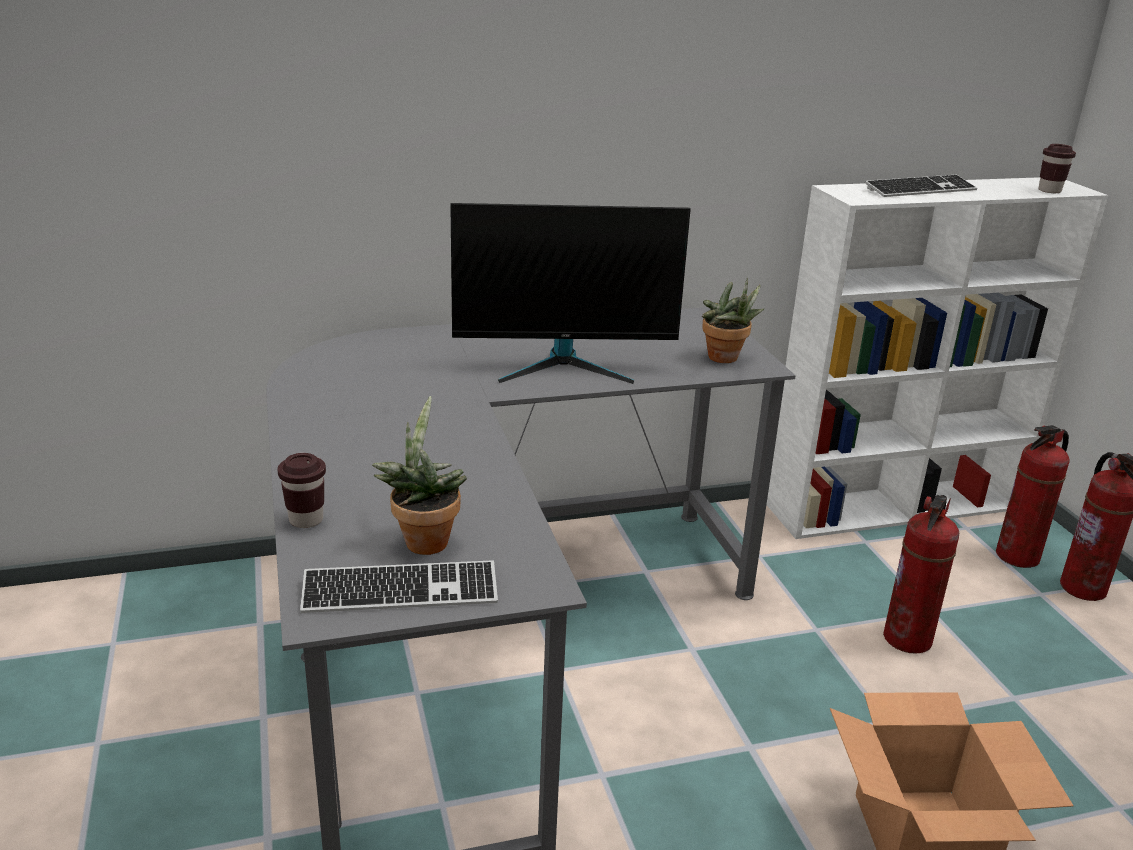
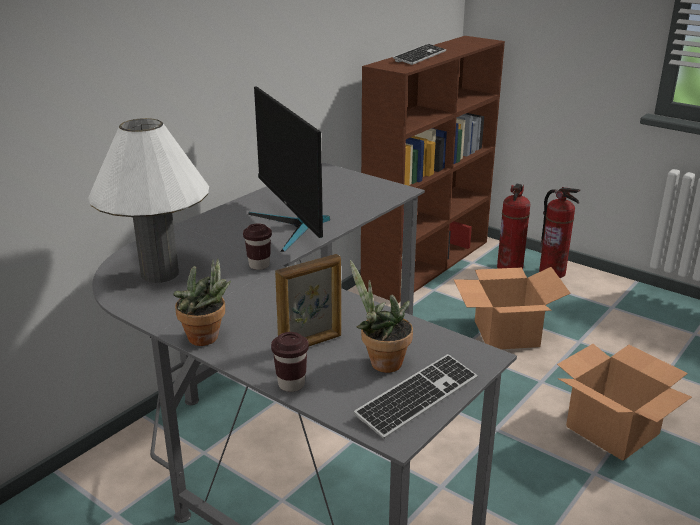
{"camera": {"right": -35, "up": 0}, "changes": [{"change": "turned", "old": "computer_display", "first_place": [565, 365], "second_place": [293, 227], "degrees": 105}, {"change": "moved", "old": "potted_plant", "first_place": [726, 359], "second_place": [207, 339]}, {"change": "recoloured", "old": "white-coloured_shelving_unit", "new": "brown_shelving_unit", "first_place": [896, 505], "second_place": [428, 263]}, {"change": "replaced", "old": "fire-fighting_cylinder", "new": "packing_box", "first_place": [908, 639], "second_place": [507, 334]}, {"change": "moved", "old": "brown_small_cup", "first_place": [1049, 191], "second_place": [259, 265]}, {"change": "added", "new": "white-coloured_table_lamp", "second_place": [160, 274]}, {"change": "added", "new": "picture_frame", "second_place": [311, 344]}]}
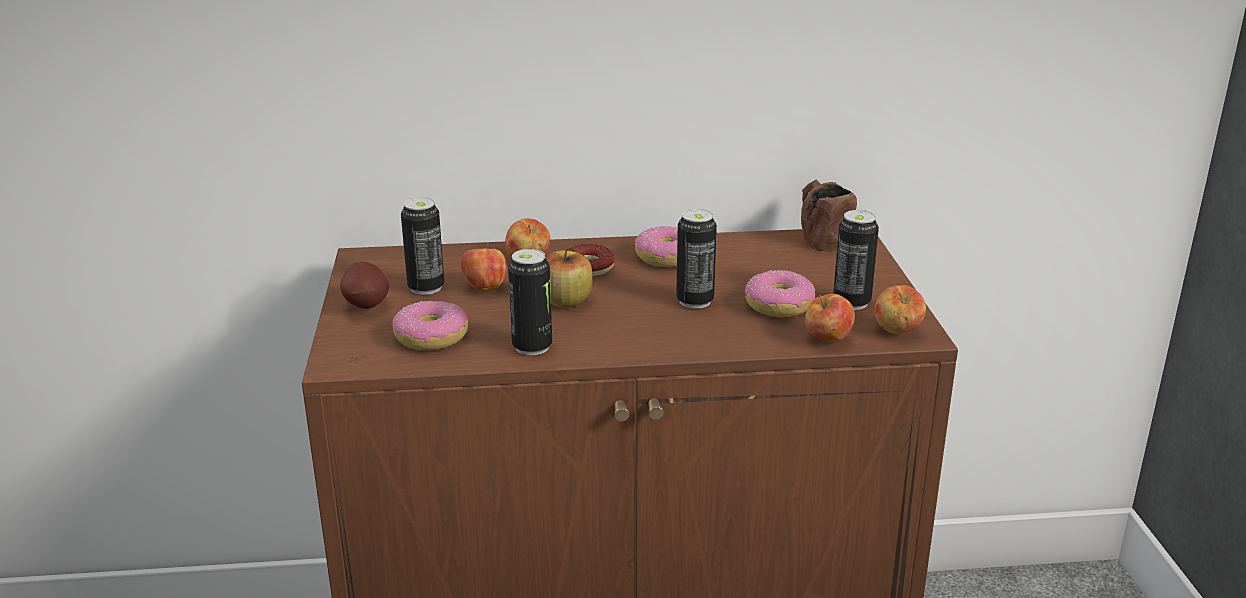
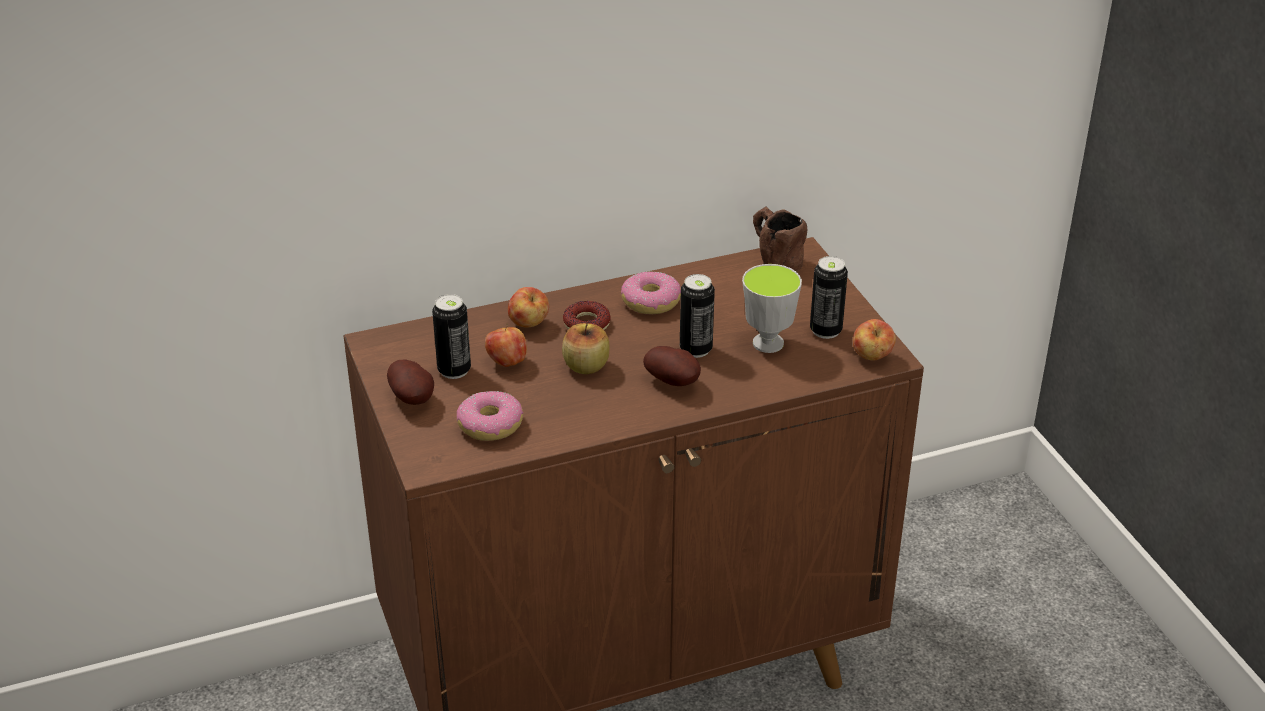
{"camera": {"right": -15, "up": 10}, "changes": [{"change": "removed", "old": "can", "first_place": [532, 347]}, {"change": "replaced", "old": "doughnut", "new": "small_cup", "first_place": [779, 306], "second_place": [768, 343]}, {"change": "removed", "old": "apple_fruit", "first_place": [828, 340]}, {"change": "added", "new": "spud", "second_place": [674, 382]}]}
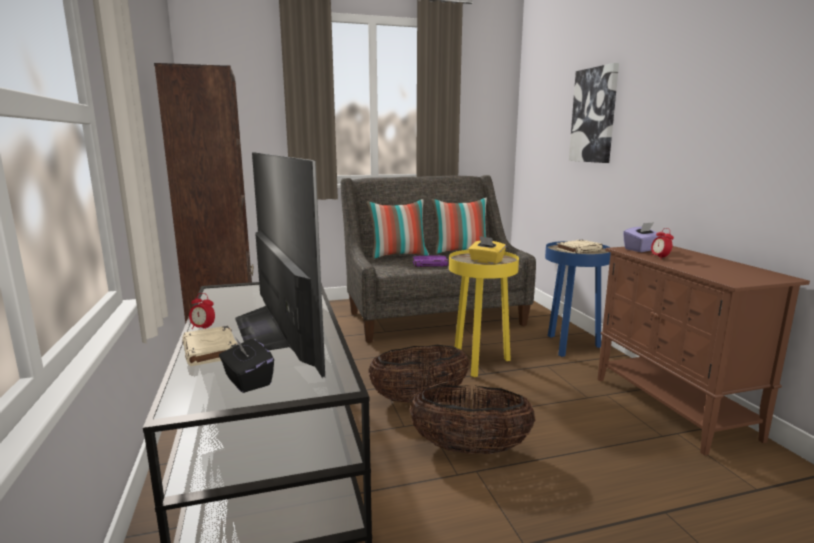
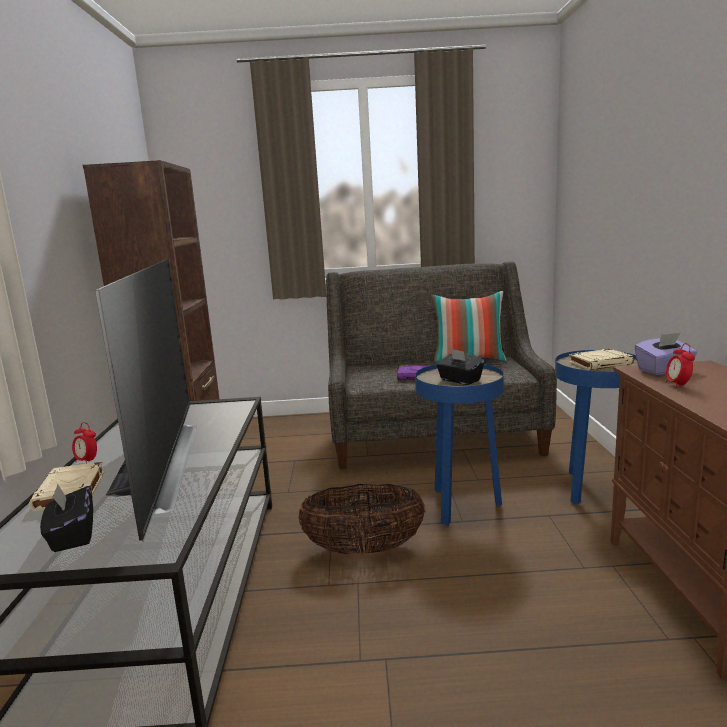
{"camera": {"right": 15, "up": 0}, "changes": [{"change": "removed", "old": "throw_pillow", "first_place": [398, 256]}, {"change": "removed", "old": "household_basket", "first_place": [470, 449]}, {"change": "recoloured", "old": "yellow-coloured_accent_table", "new": "bluish_accent_table", "first_place": [479, 363], "second_place": [461, 506]}, {"change": "recoloured", "old": "yellow-coloured_tissue_holder", "new": "blackish_tissue_holder", "first_place": [486, 261], "second_place": [459, 380]}, {"change": "removed", "old": "picture", "first_place": [594, 115]}]}
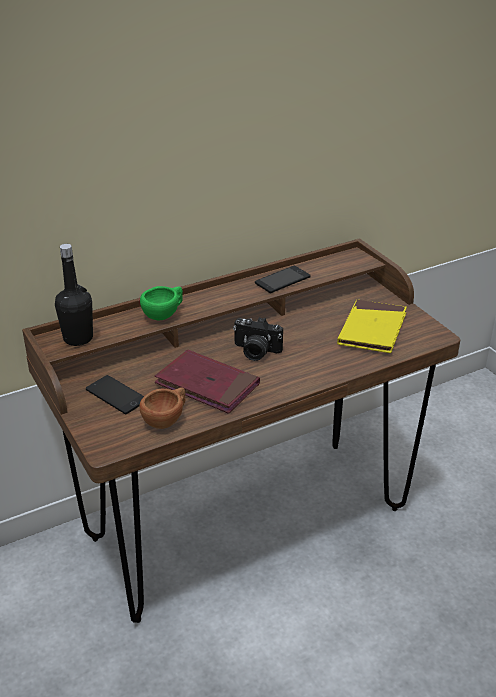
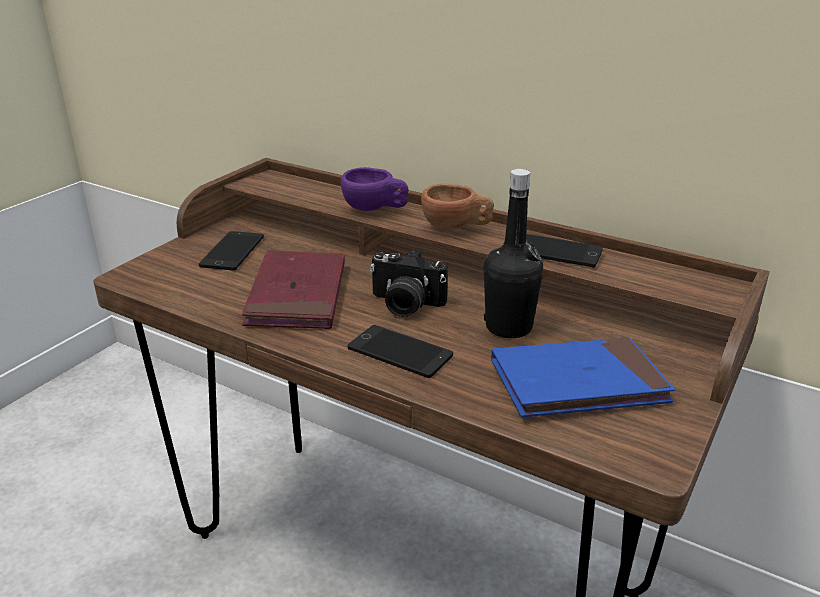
{"camera": {"right": 60, "up": -5}, "changes": [{"change": "moved", "old": "blackish_bottle", "first_place": [78, 338], "second_place": [508, 327]}, {"change": "moved", "old": "brown_small_cup", "first_place": [167, 419], "second_place": [456, 227]}, {"change": "recoloured", "old": "green-coloured_small_cup", "new": "purple_small_cup", "first_place": [164, 314], "second_place": [375, 209]}, {"change": "turned", "old": "photo_camera", "first_place": [255, 351], "second_place": [405, 305], "degrees": -60}, {"change": "recoloured", "old": "yellow-coloured_bound_book", "new": "bluish_bound_book", "first_place": [372, 330], "second_place": [577, 383]}, {"change": "added", "new": "phone", "second_place": [400, 352]}]}
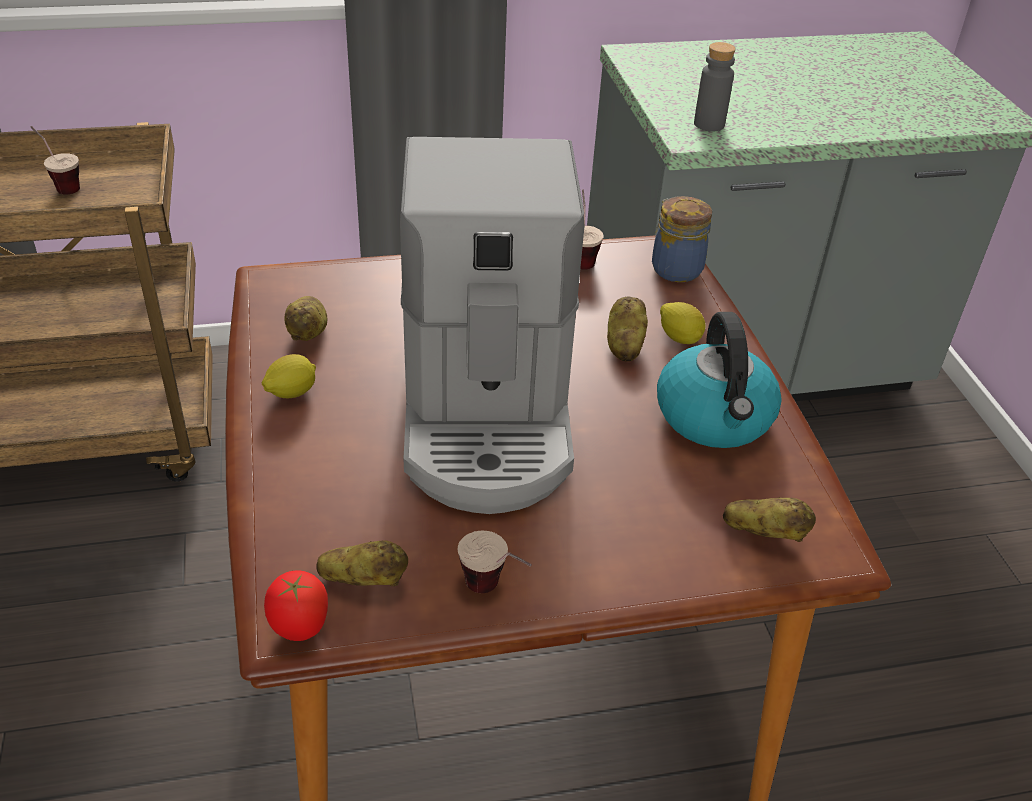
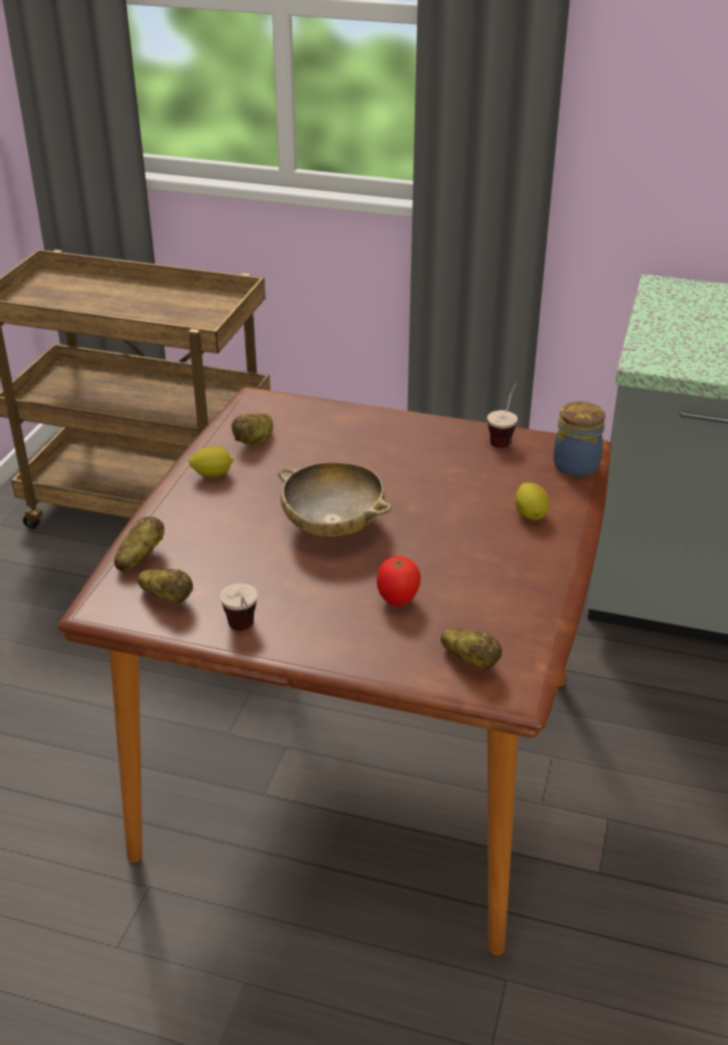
{"camera": {"right": 30, "up": -5}, "changes": [{"change": "removed", "old": "small_cup", "first_place": [61, 185]}, {"change": "moved", "old": "tomato", "first_place": [299, 629], "second_place": [397, 601]}, {"change": "replaced", "old": "coffee_machine", "new": "beige_bowl", "first_place": [487, 415], "second_place": [333, 525]}, {"change": "moved", "old": "spud", "first_place": [624, 344], "second_place": [140, 558]}, {"change": "removed", "old": "kettle", "first_place": [715, 418]}, {"change": "removed", "old": "greyish_bottle", "first_place": [709, 124]}]}
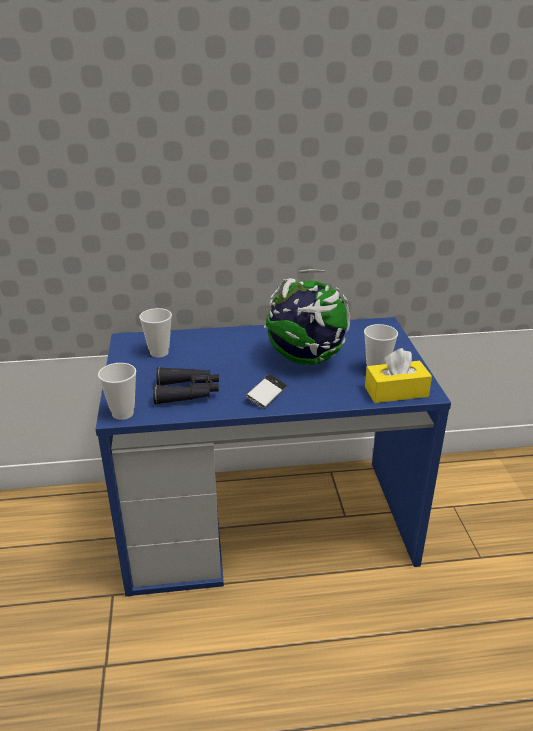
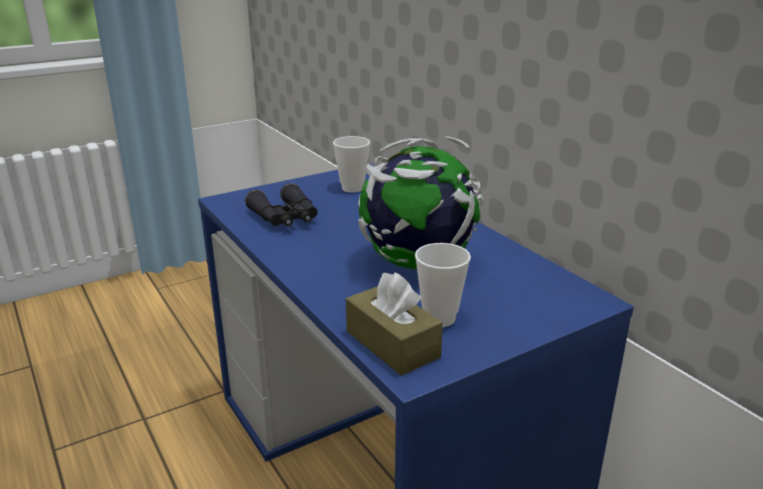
{"camera": {"right": 65, "up": -5}, "changes": [{"change": "removed", "old": "small_cup", "first_place": [123, 413]}, {"change": "removed", "old": "phone", "first_place": [266, 395]}, {"change": "recoloured", "old": "yellow-coloured_tissue_holder", "new": "brown_tissue_holder", "first_place": [396, 392], "second_place": [392, 344]}]}
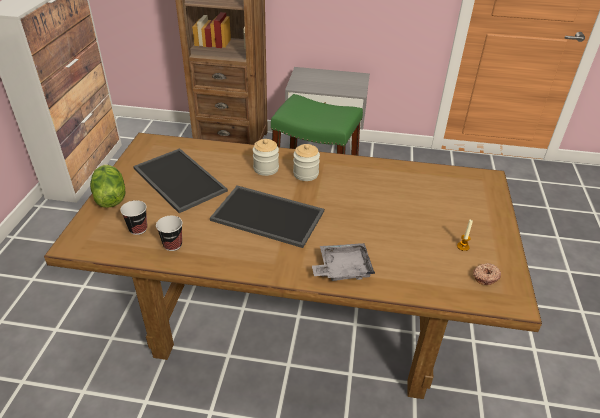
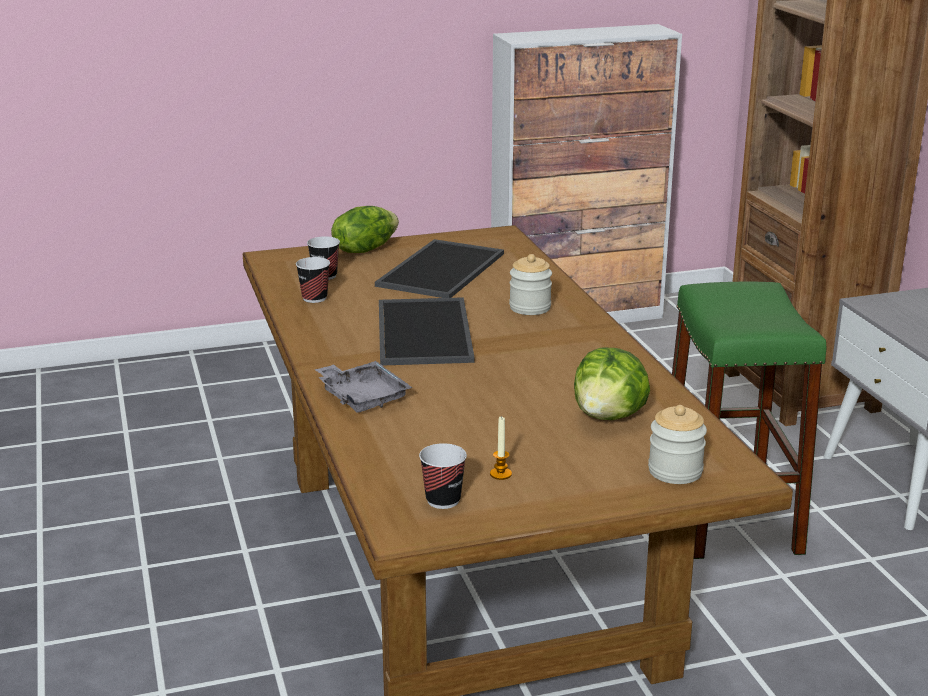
{"camera": {"right": 65, "up": -15}, "changes": [{"change": "moved", "old": "storage_jar", "first_place": [305, 174], "second_place": [675, 471]}, {"change": "replaced", "old": "doughnut", "new": "small_cup", "first_place": [485, 276], "second_place": [443, 500]}, {"change": "added", "new": "lettuce_head", "second_place": [609, 416]}]}
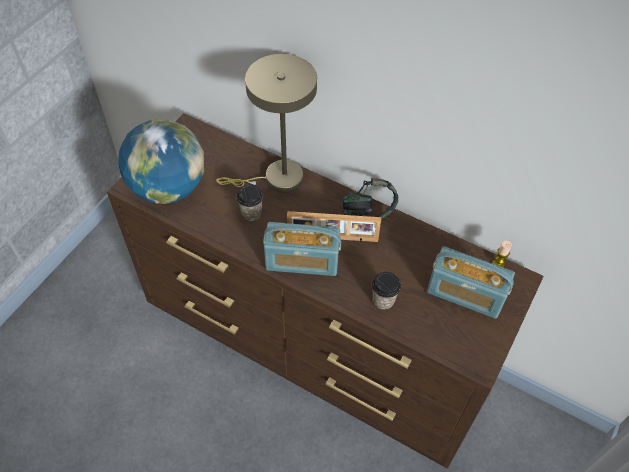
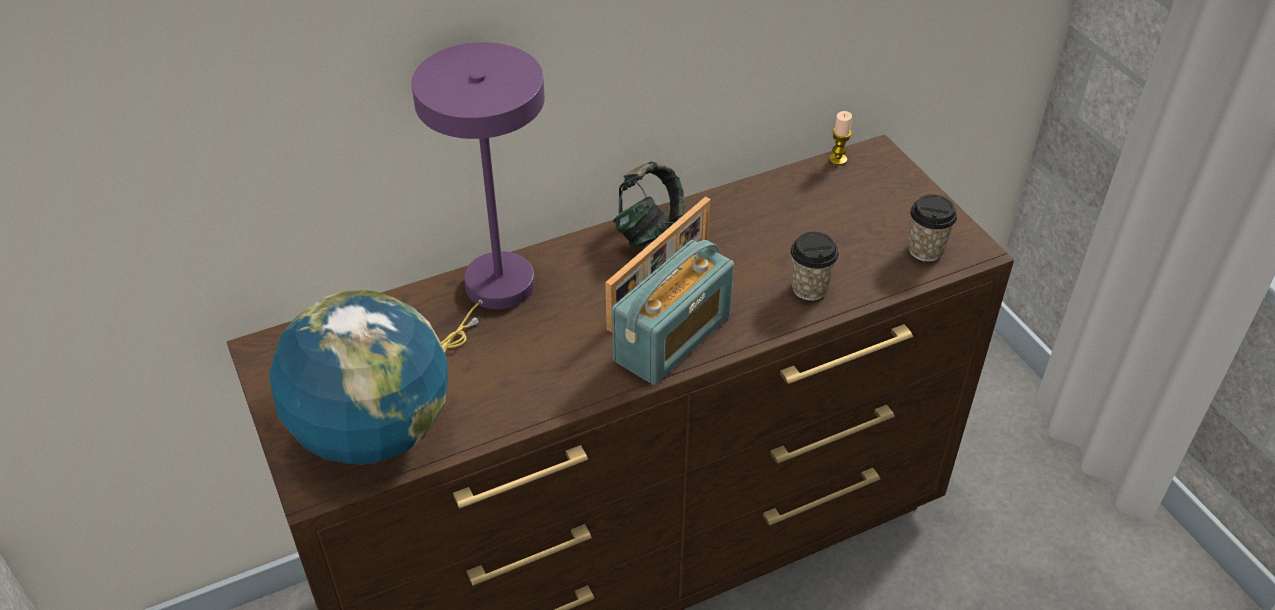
{"camera": {"right": -55, "up": -10}, "changes": [{"change": "recoloured", "old": "beige_table_lamp", "new": "purple_table_lamp", "first_place": [277, 179], "second_place": [493, 294]}, {"change": "moved", "old": "small_cup", "first_place": [251, 213], "second_place": [925, 250]}, {"change": "removed", "old": "radio", "first_place": [465, 294]}]}
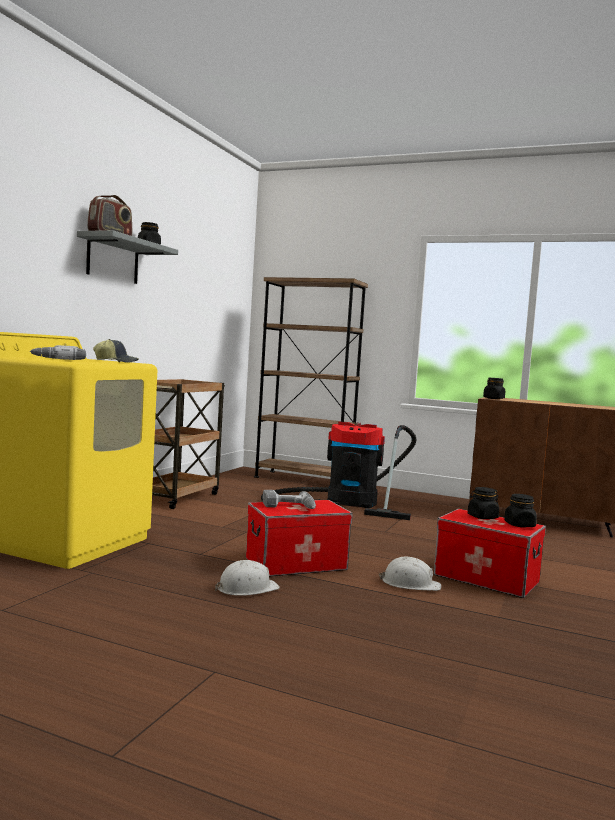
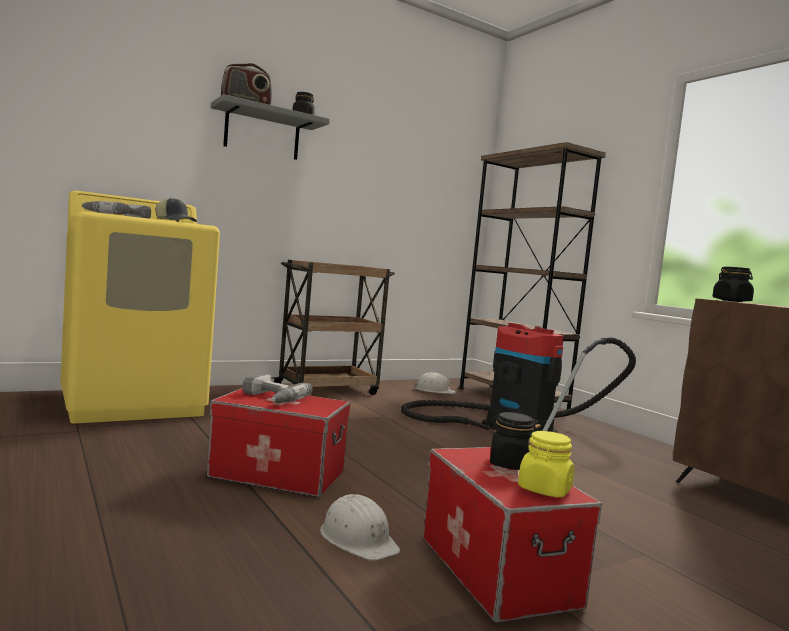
{"camera": {"right": 35, "up": 0}, "changes": [{"change": "moved", "old": "white-coloured_hard_hat", "first_place": [246, 588], "second_place": [434, 391]}, {"change": "recoloured", "old": "blackish_storage_jar", "new": "yellow-coloured_storage_jar", "first_place": [519, 525], "second_place": [544, 489]}]}
